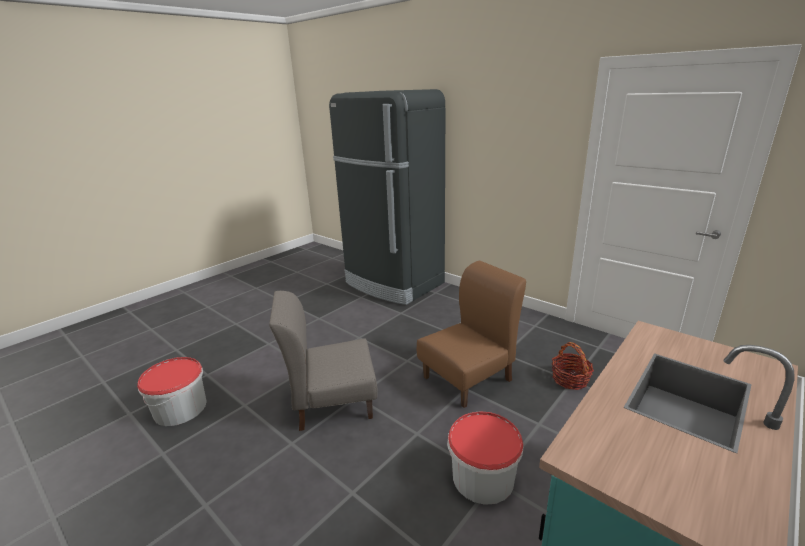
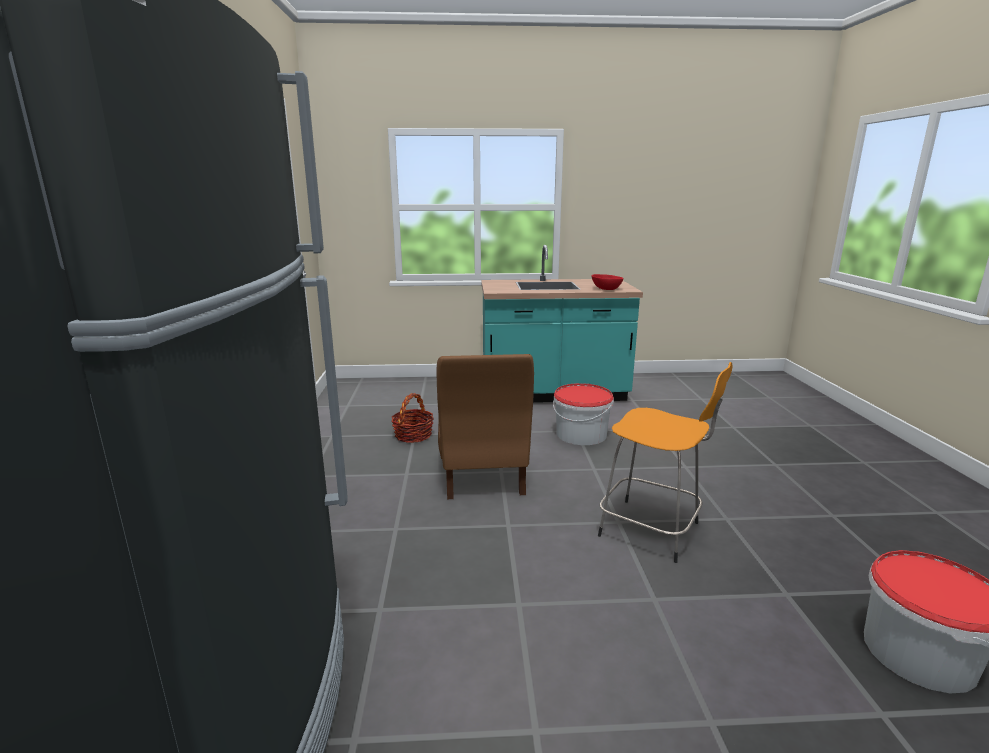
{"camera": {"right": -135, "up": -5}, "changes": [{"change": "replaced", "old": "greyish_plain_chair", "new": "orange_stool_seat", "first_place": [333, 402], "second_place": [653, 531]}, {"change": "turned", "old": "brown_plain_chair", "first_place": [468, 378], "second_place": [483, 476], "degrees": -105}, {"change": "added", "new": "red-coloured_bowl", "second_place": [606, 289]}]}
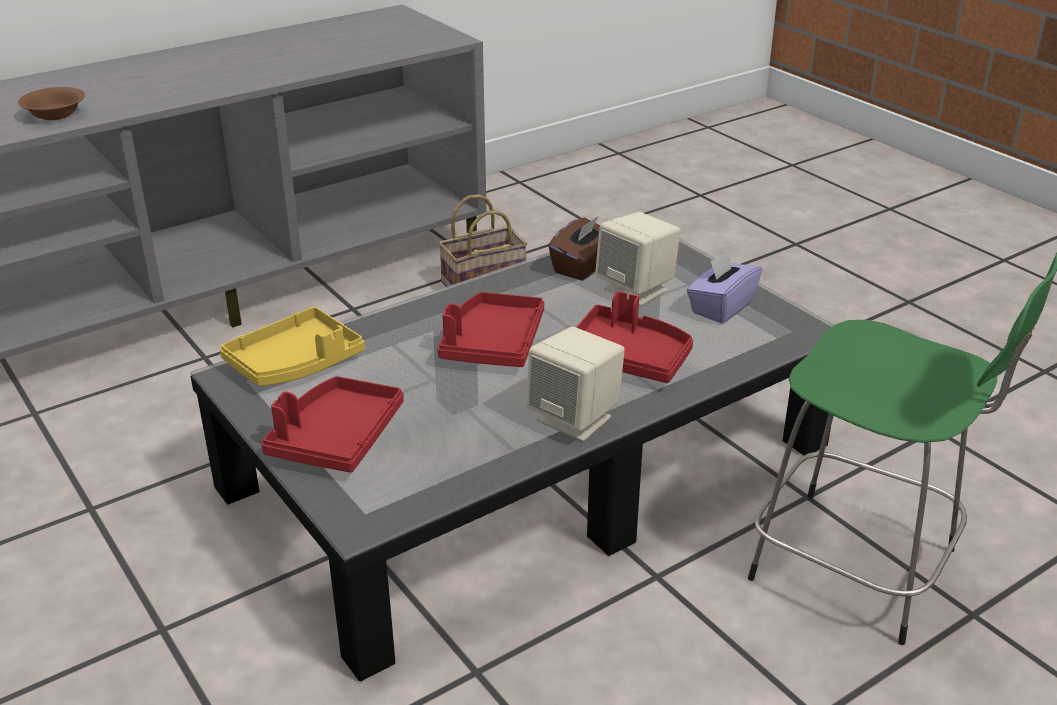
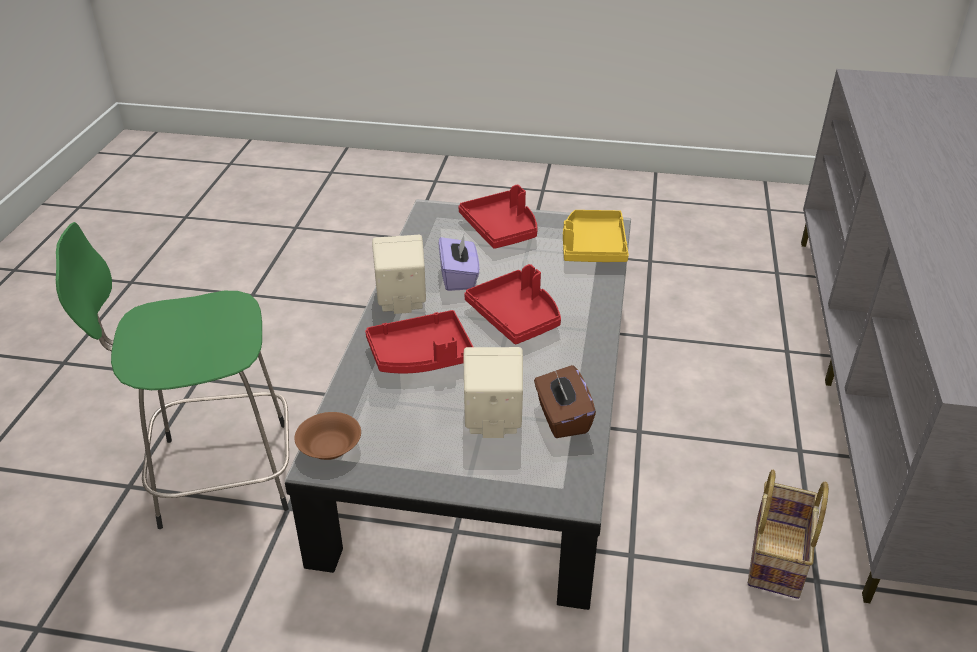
{"camera": {"right": 135, "up": 5}, "changes": [{"change": "moved", "old": "brown_bowl", "first_place": [56, 114], "second_place": [329, 448]}, {"change": "moved", "old": "purple_tissue_holder", "first_place": [721, 307], "second_place": [459, 277]}]}
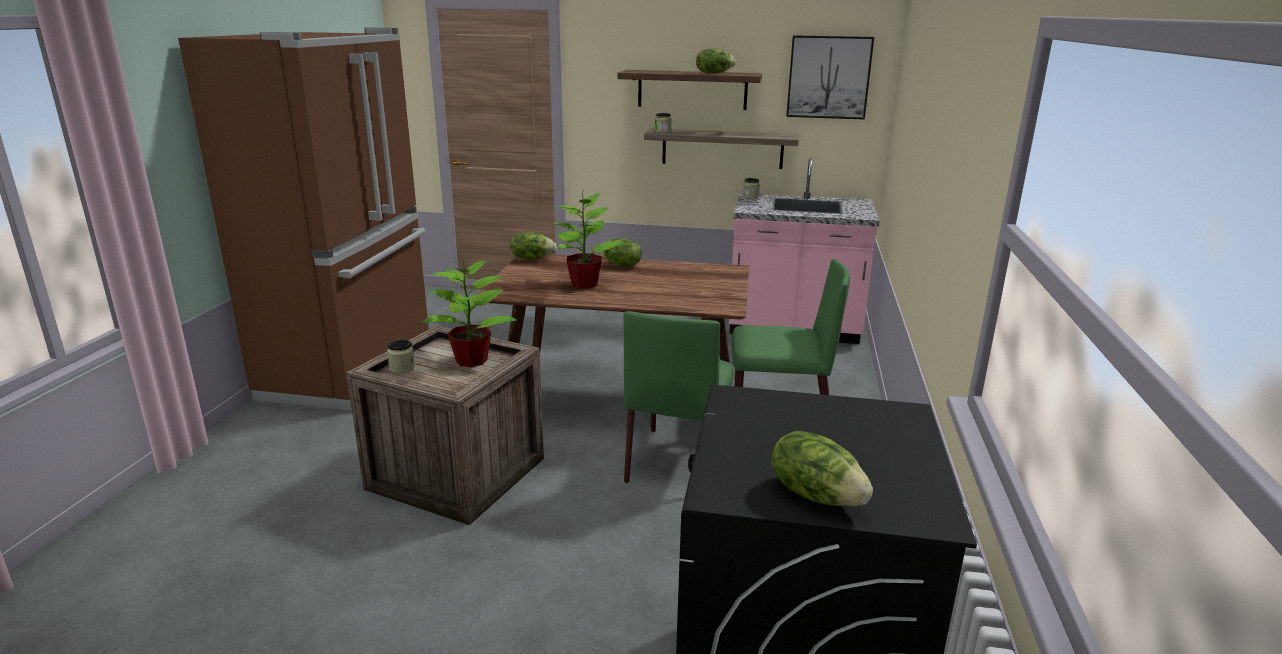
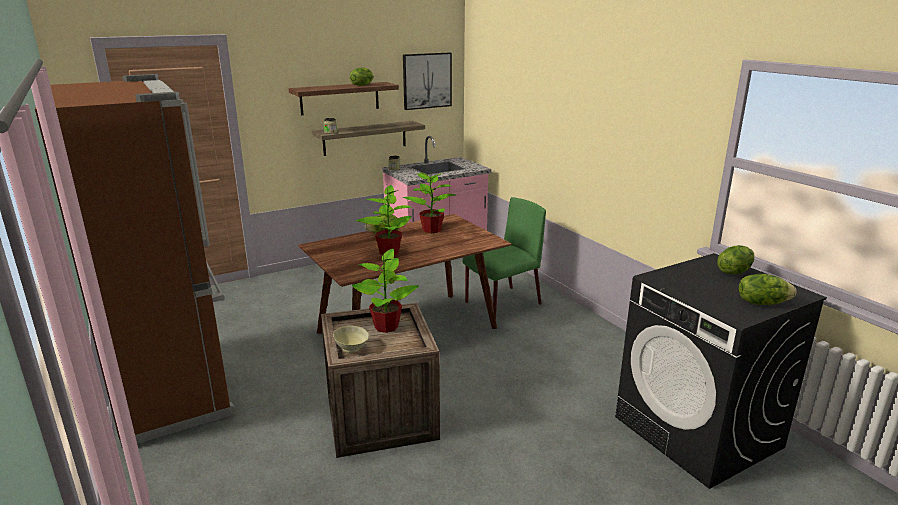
{"camera": {"right": -40, "up": 0}, "changes": [{"change": "replaced", "old": "storage_jar", "new": "beige_bowl", "first_place": [402, 368], "second_place": [351, 349]}, {"change": "moved", "old": "lettuce_head", "first_place": [532, 258], "second_place": [734, 271]}, {"change": "removed", "old": "green-coloured_plain_chair", "first_place": [677, 459]}, {"change": "added", "new": "potted_plant", "second_place": [432, 230]}]}
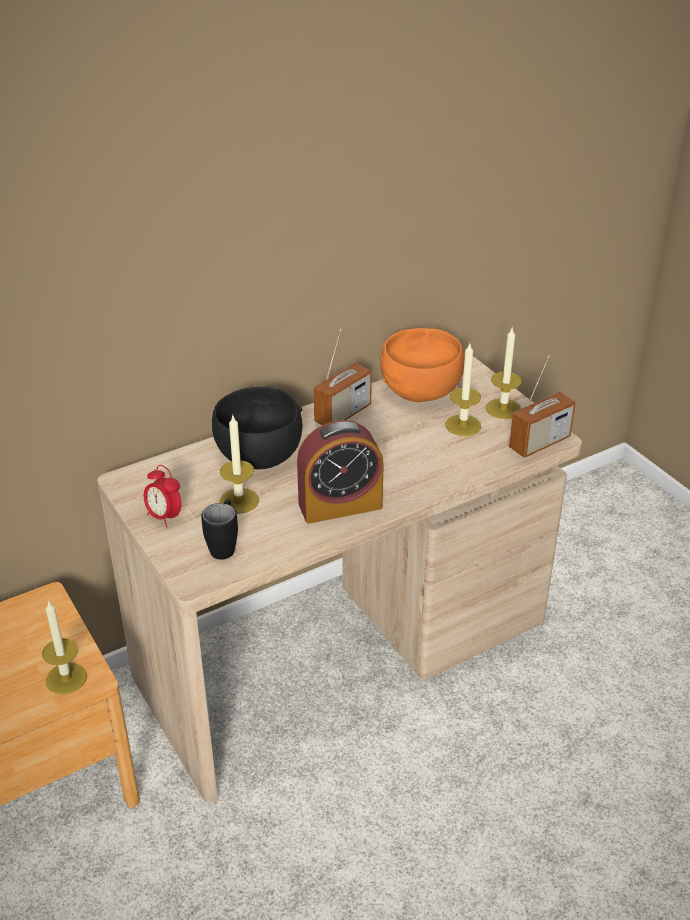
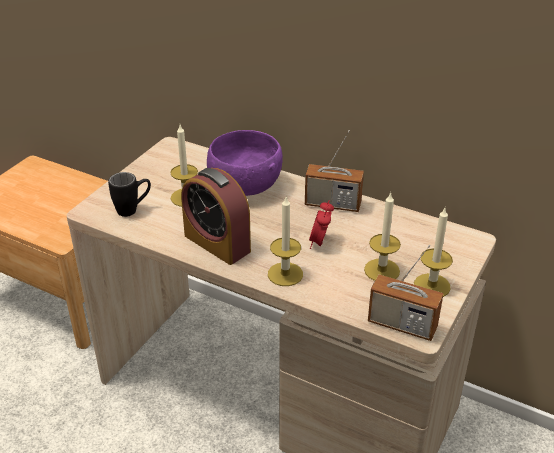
{"camera": {"right": 60, "up": 0}, "changes": [{"change": "moved", "old": "wax_candle", "first_place": [66, 678], "second_place": [285, 274]}, {"change": "moved", "old": "table_clock", "first_place": [164, 517], "second_place": [320, 243]}, {"change": "recoloured", "old": "blackish_bowl", "new": "purple_bowl", "first_place": [259, 456], "second_place": [244, 186]}, {"change": "removed", "old": "orange_bowl", "first_place": [422, 390]}]}
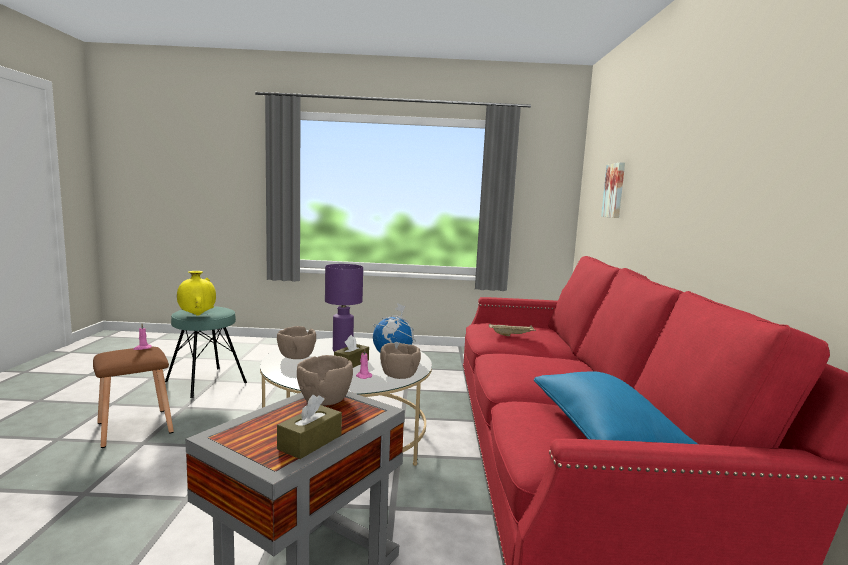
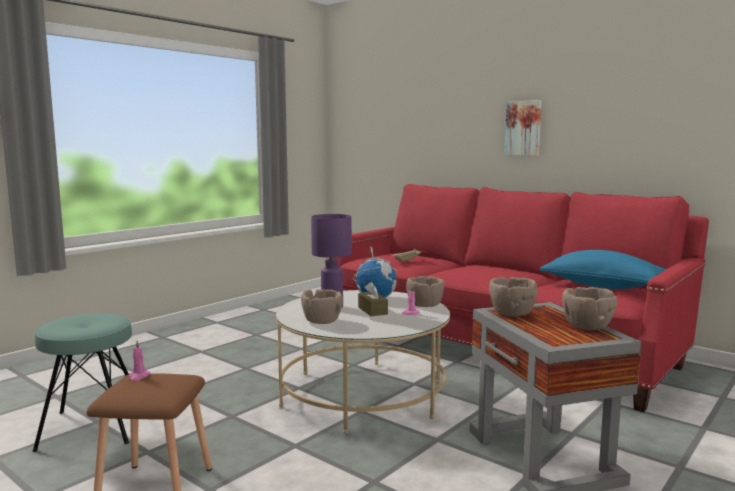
{"camera": {"right": -50, "up": 0}, "changes": [{"change": "removed", "old": "yellow-coloured_decorative_vase", "first_place": [197, 315]}, {"change": "replaced", "old": "brown_tissue_holder", "new": "brown_bowl", "first_place": [310, 442], "second_place": [586, 326]}, {"change": "moved", "old": "picture", "first_place": [615, 190], "second_place": [523, 128]}]}
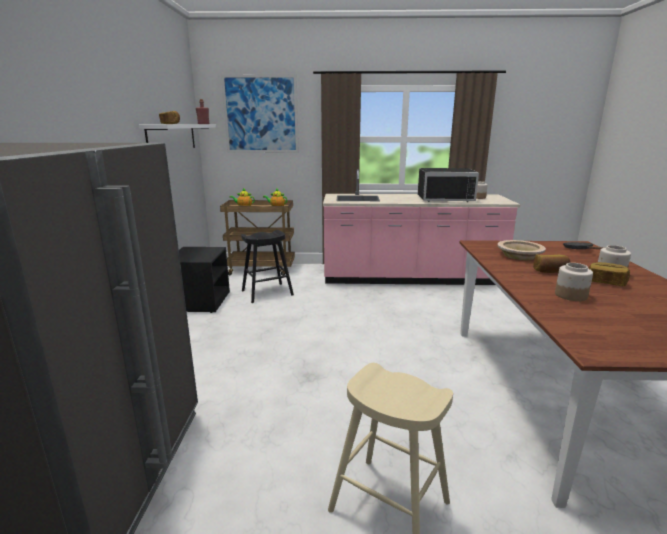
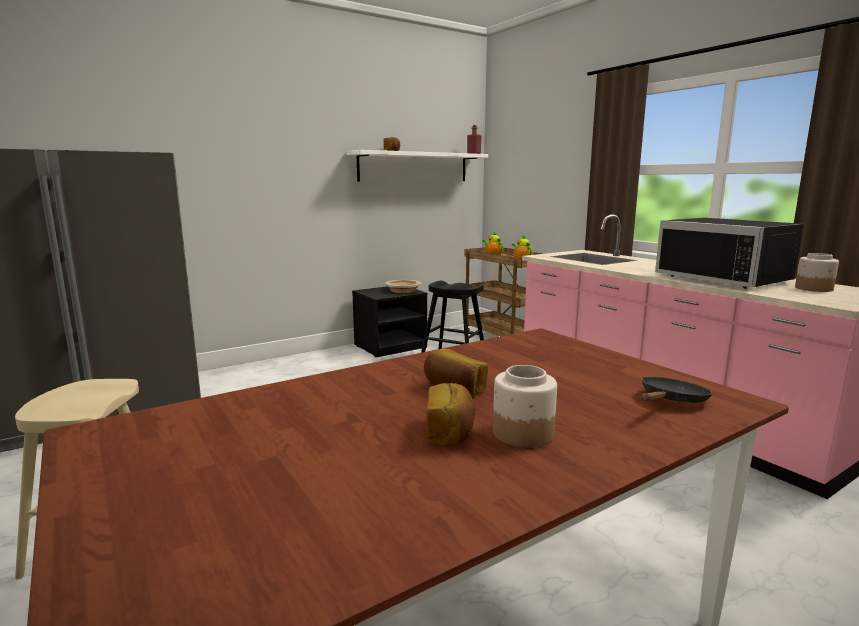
{"camera": {"right": 55, "up": -5}, "changes": [{"change": "removed", "old": "picture", "first_place": [261, 114]}, {"change": "moved", "old": "beige_bowl", "first_place": [519, 255], "second_place": [403, 290]}, {"change": "removed", "old": "storage_jar", "first_place": [570, 295]}]}
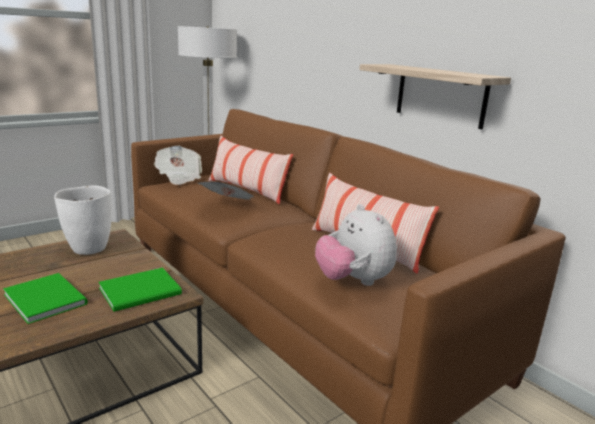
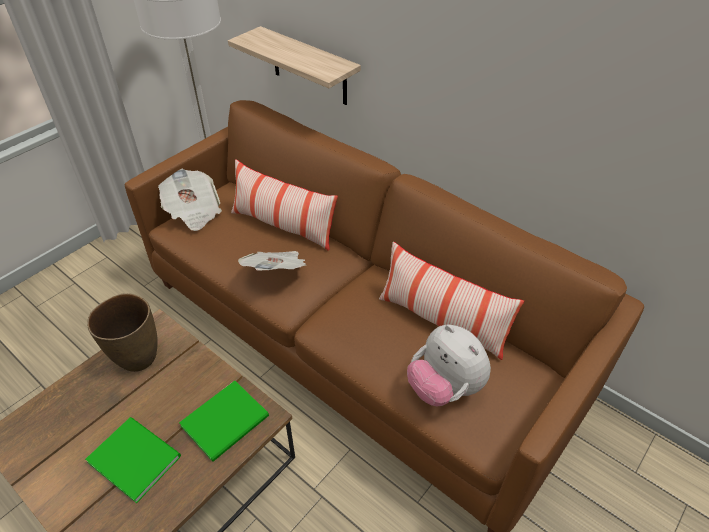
{"camera": {"right": -10, "up": 25}, "changes": [{"change": "recoloured", "old": "white-coloured_decorative_vase", "new": "brown_decorative_vase", "first_place": [88, 248], "second_place": [137, 358]}, {"change": "moved", "old": "bracket_shelf", "first_place": [440, 95], "second_place": [309, 67]}]}
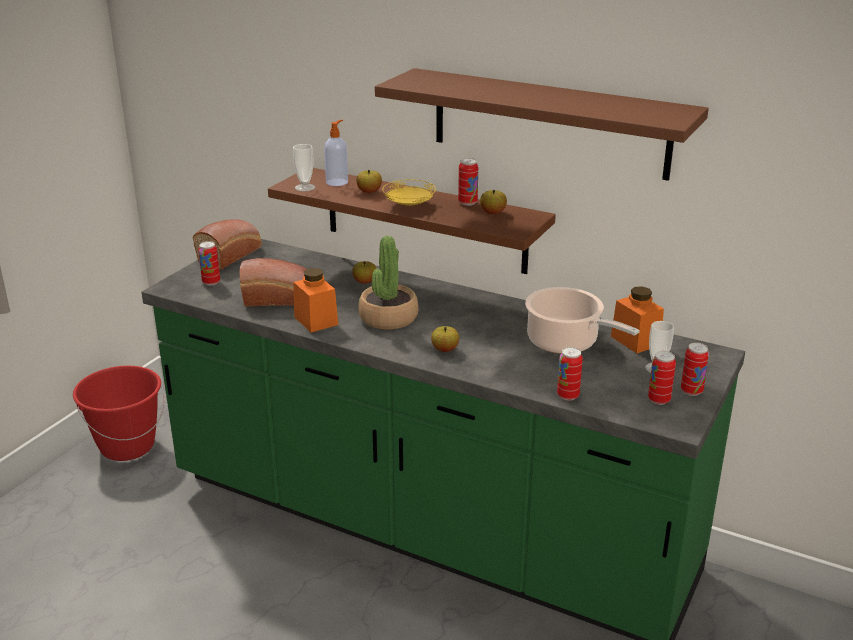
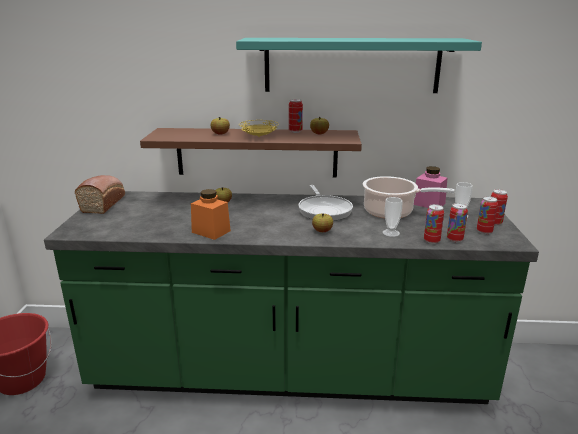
{"camera": {"right": -25, "up": -5}, "changes": [{"change": "moved", "old": "can", "first_place": [211, 282], "second_place": [454, 239]}, {"change": "removed", "old": "bread", "first_place": [283, 299]}, {"change": "moved", "old": "small_cup", "first_place": [305, 187], "second_place": [391, 233]}, {"change": "removed", "old": "soap_dispenser", "first_place": [337, 182]}, {"change": "removed", "old": "potted_plant", "first_place": [388, 318]}, {"change": "recoloured", "old": "brown_bracket_shelf", "new": "turquoise-coloured_bracket_shelf", "first_place": [549, 123], "second_place": [351, 65]}, {"change": "recoloured", "old": "orange_storage_jar", "new": "pink-coloured_storage_jar", "first_place": [635, 341], "second_place": [428, 204]}, {"change": "added", "new": "frying_pan", "second_place": [324, 210]}]}
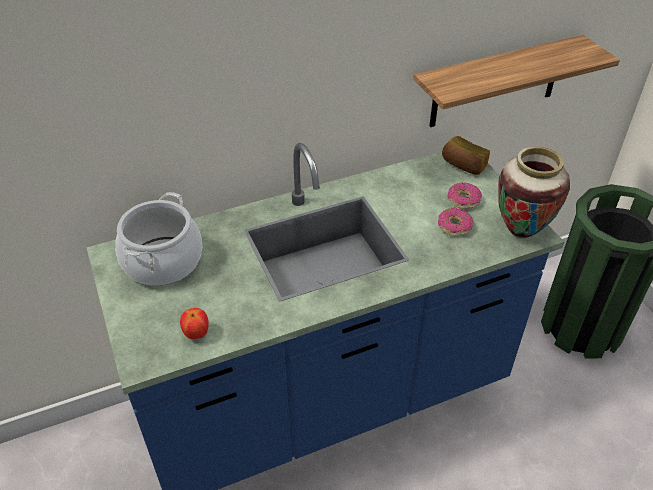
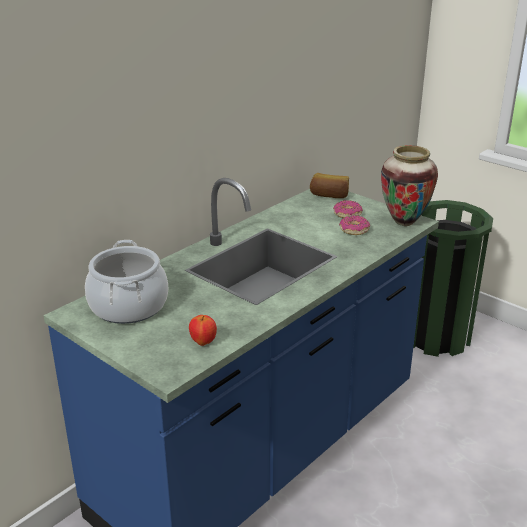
{"camera": {"right": -25, "up": -15}, "changes": [{"change": "removed", "old": "bracket_shelf", "first_place": [496, 82]}]}
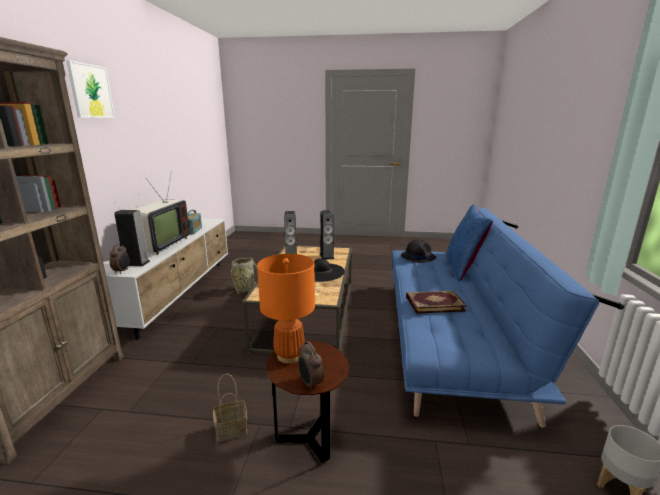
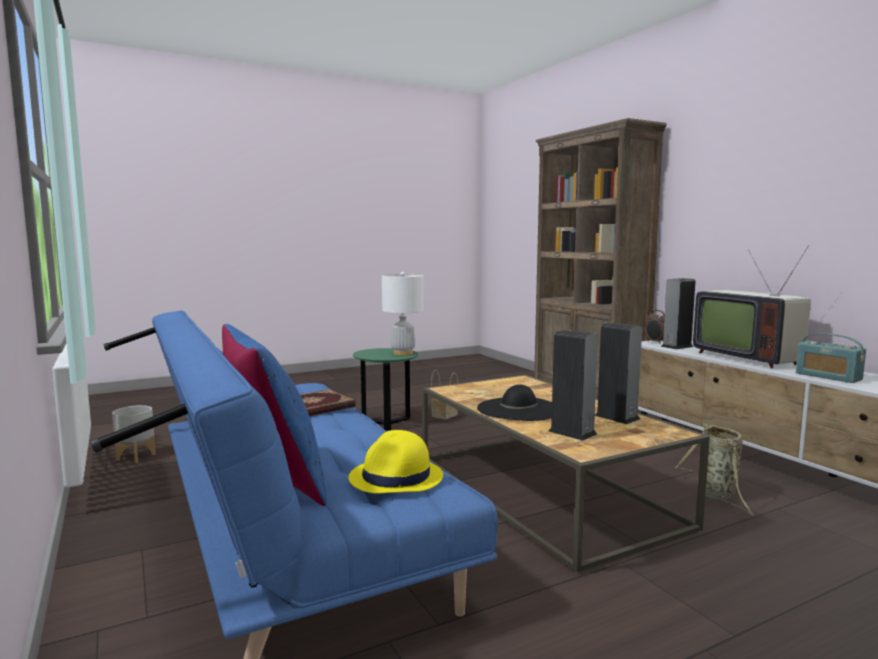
{"camera": {"right": 145, "up": -10}, "changes": [{"change": "removed", "old": "picture", "first_place": [91, 91]}, {"change": "recoloured", "old": "orange_table_lamp", "new": "white-coloured_table_lamp", "first_place": [289, 355], "second_place": [403, 353]}, {"change": "recoloured", "old": "brown_accent_table", "new": "green-coloured_accent_table", "first_place": [309, 439], "second_place": [386, 424]}, {"change": "removed", "old": "table_clock", "first_place": [310, 384]}, {"change": "recoloured", "old": "blackish_clothing_hat", "new": "yellow-coloured_clothing_hat", "first_place": [418, 256], "second_place": [396, 478]}]}
